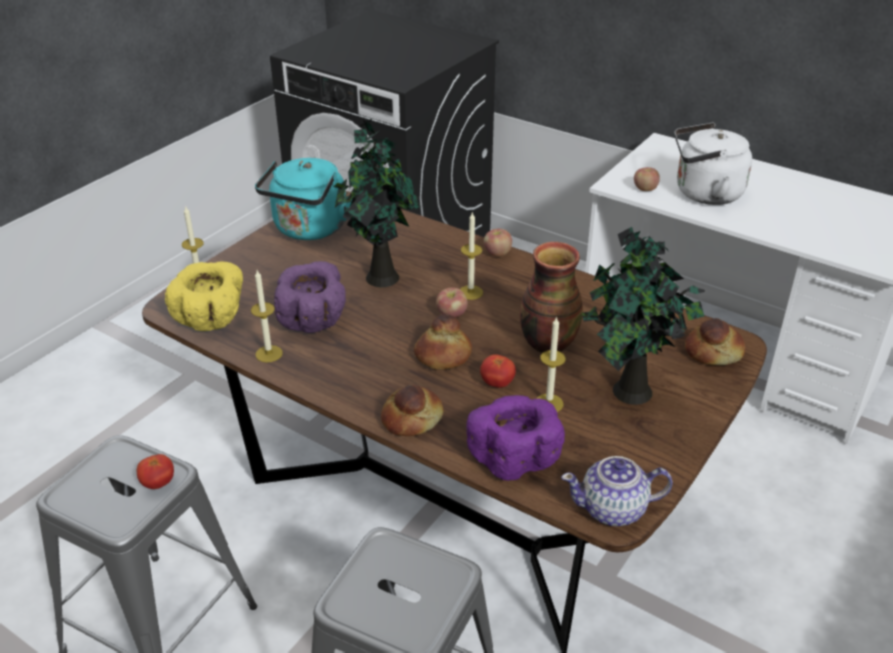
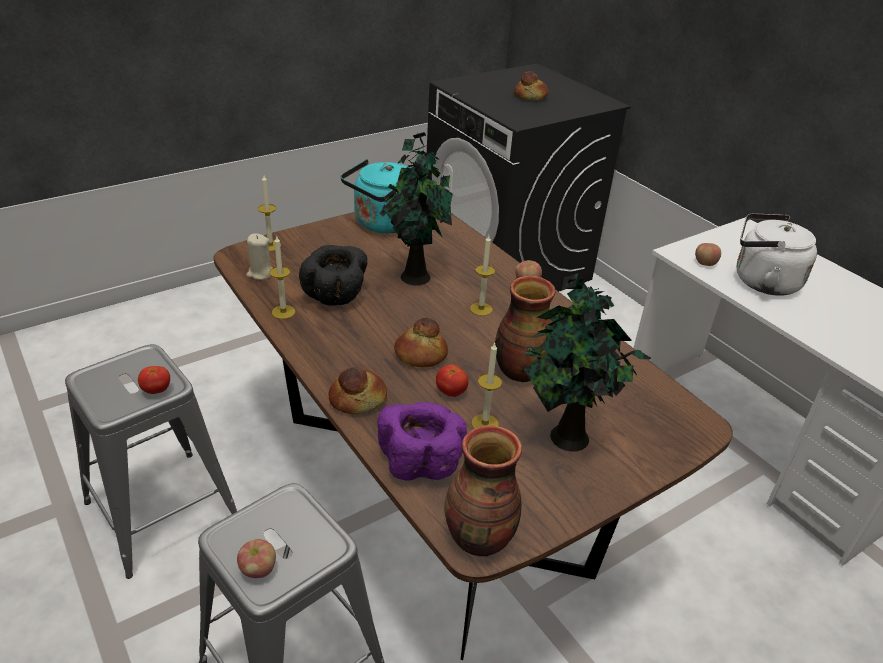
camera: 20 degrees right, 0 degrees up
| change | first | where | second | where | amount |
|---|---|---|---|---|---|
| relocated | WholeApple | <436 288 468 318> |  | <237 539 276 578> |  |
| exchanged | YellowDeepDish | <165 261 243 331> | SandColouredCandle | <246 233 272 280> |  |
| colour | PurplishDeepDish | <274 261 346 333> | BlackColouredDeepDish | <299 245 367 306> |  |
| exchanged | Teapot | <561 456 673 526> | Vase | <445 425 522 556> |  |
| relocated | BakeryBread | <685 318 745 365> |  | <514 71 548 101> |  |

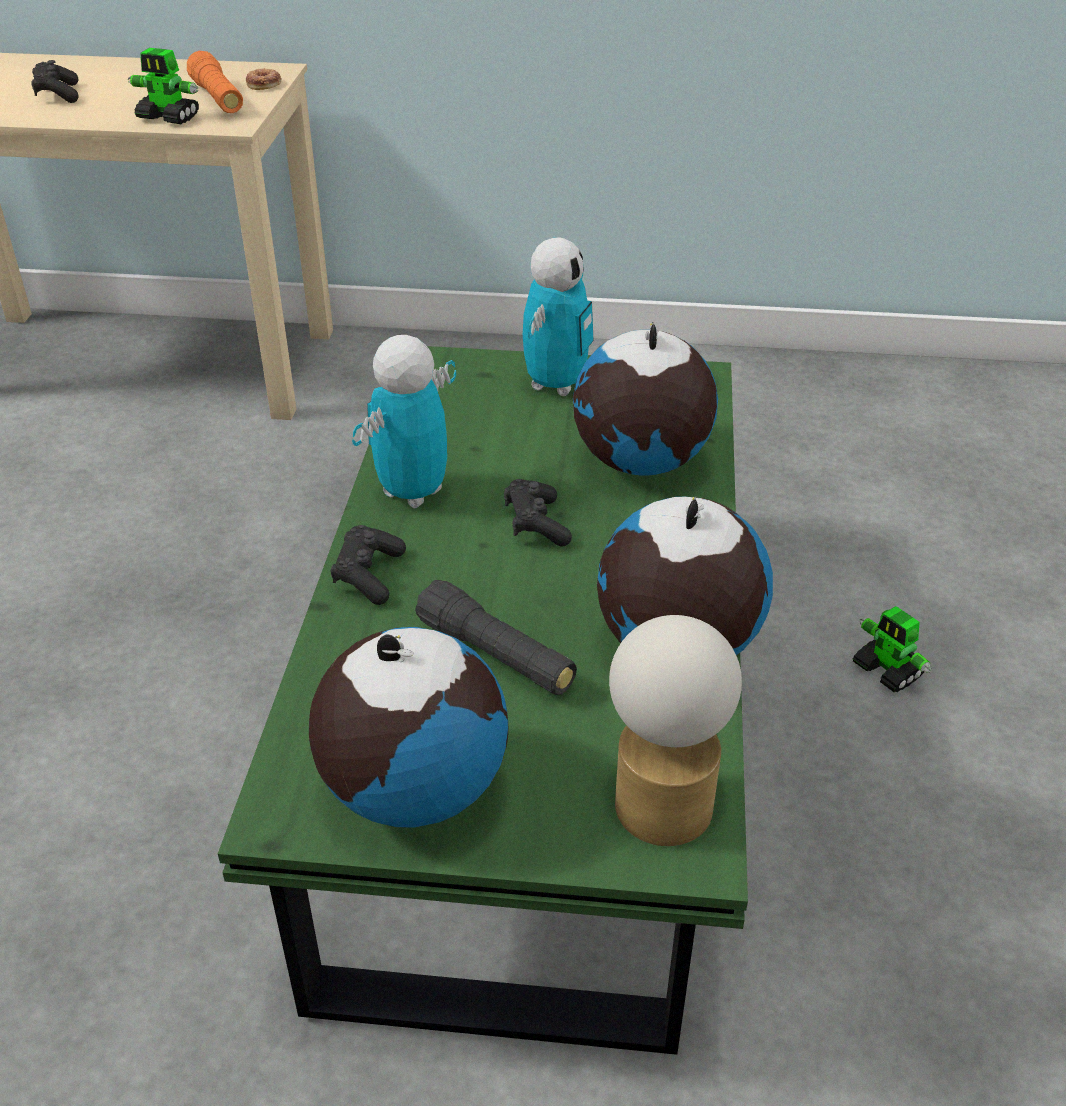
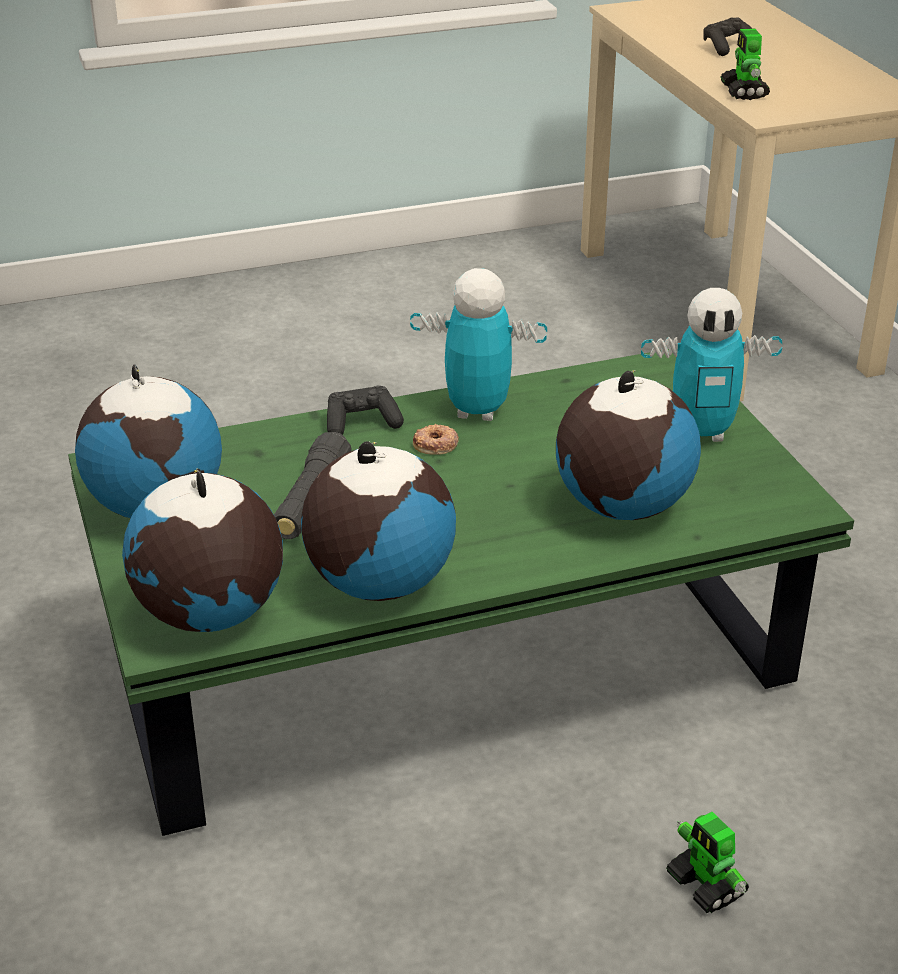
camera: 65 degrees right, 5 degrees down
| change | first | where | second | where | amount |
|---|---|---|---|---|---|
| exchanged | TabletopLamp | <609 615 742 846> | DeskGlobe | <122 468 283 632> |  |
| relocated | RingDoughnut | <246 68 282 90> |  | <413 424 459 455> |  |
| spun | ToyRobot | <853 606 931 693> |  | <666 812 749 913> | 60 degrees counterclockwise |
| missing | OrangeyTorch | <187 51 243 113> |  |  |  |
| missing | BlackColouredGameController | <504 479 572 547> |  |  |  |

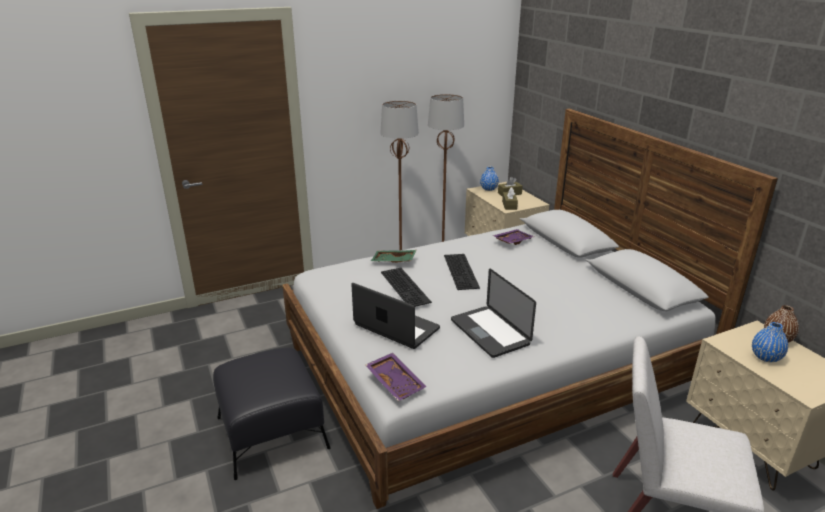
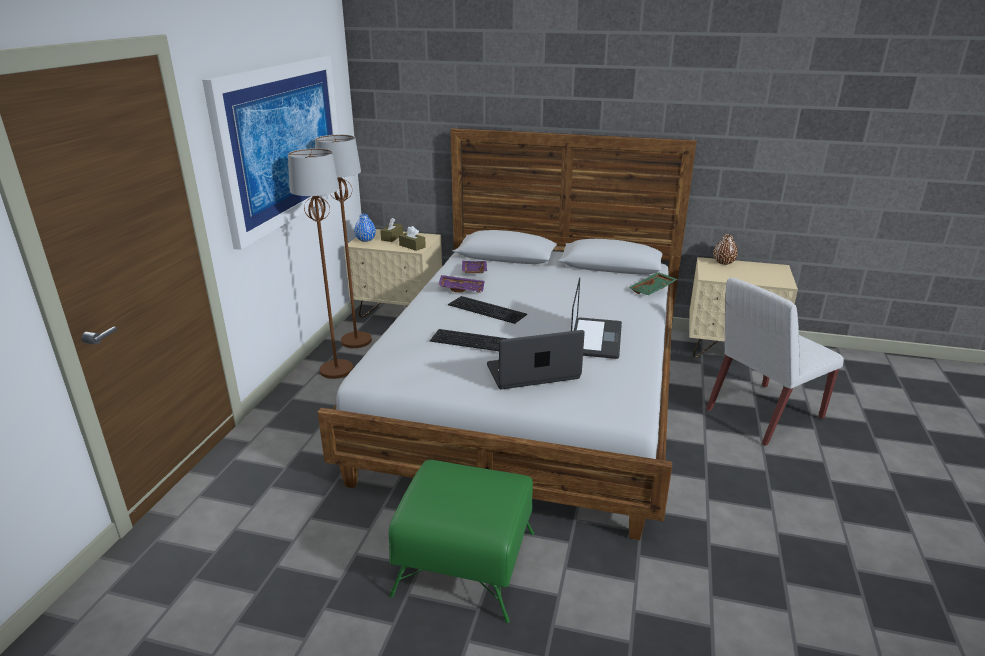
camera: 50 degrees left, 0 degrees up
| change | first | where | second | where | amount |
|---|---|---|---|---|---|
| appeared |  |  | Picture | <202 56 344 250> |  |
| colour | BlackColouredFootrest | <213 347 331 480> | GreenishFootrest | <389 460 534 623> |  |
| relocated | PurplishServingTray | <366 353 427 401> |  | <438 275 485 293> |  |
| spun | NotebookComputer | <451 268 536 358> |  | <571 278 622 359> | 90 degrees counterclockwise |
| relocated | GreenishServingTray | <371 250 417 263> |  | <628 272 678 295> |  |
| missing | BlueColouredVase | <752 322 788 362> |  |  |  |

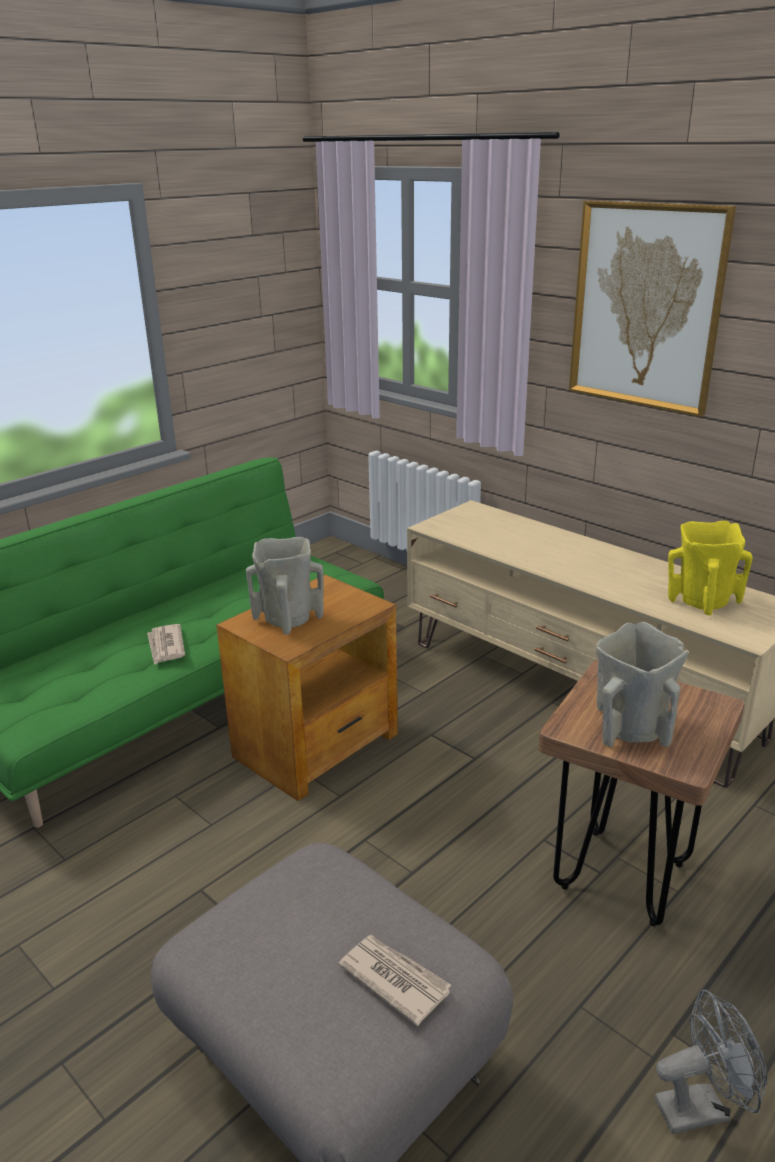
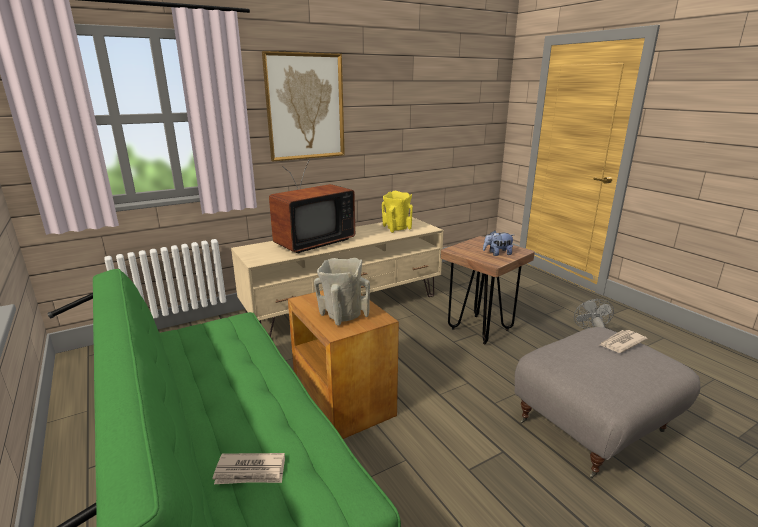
camera: 75 degrees left, 5 degrees down
| change | first | where | second | where | amount |
|---|---|---|---|---|---|
| relocated | DailyPaper | <147 624 185 665> |  | <212 453 285 484> |  |
| appeared |  |  | Television | <269 159 355 254> |  |
| exchanged | SandColouredVase | <596 622 688 747> | SoftToy | <483 230 513 256> |  |

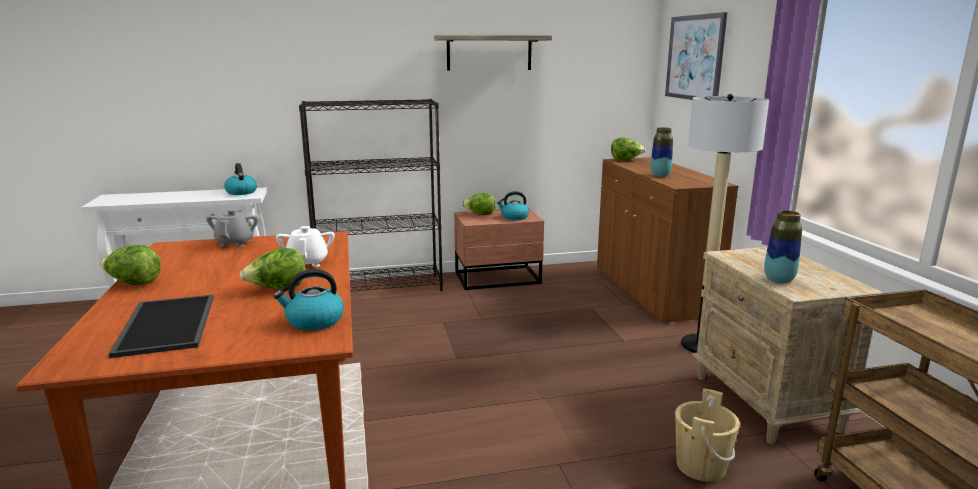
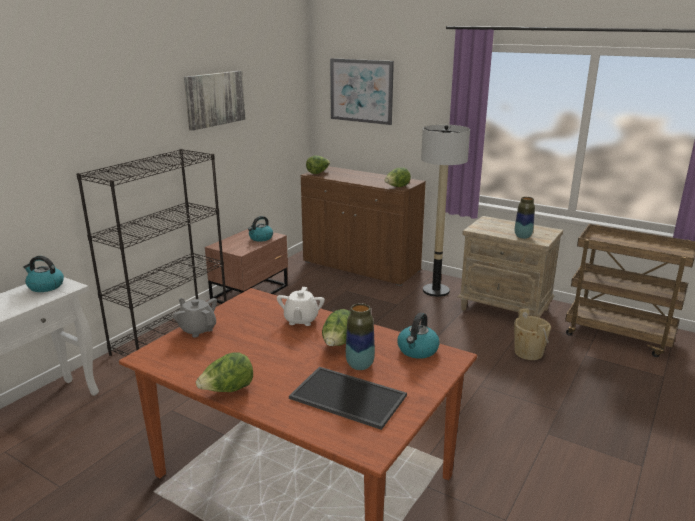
camera: 45 degrees left, 5 degrees up
| change | first | where | second | where | amount |
|---|---|---|---|---|---|
| exchanged | Shelf | <434 35 552 71> | Picture | <184 71 246 131> |  |
| spun | WhiteTeapot | <276 226 335 267> |  | <277 287 325 326> | 120 degrees counterclockwise |
| relocated | Vase | <650 127 673 177> |  | <346 303 375 370> |  |
| relocated | LettuceHead | <462 193 496 215> |  | <384 167 411 187> |  |

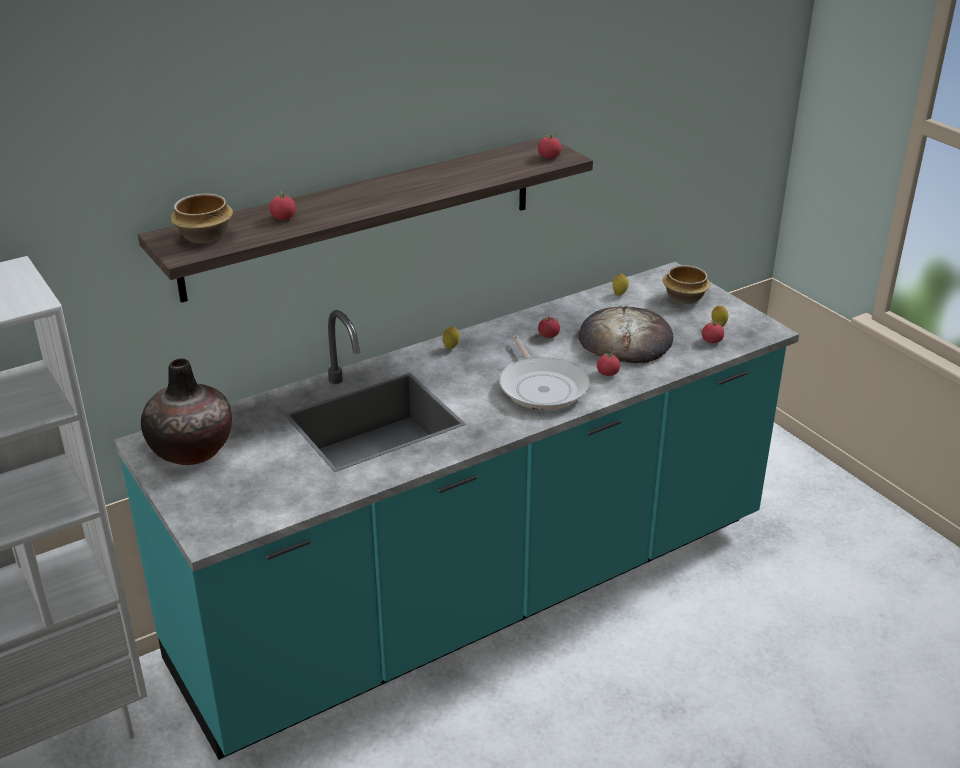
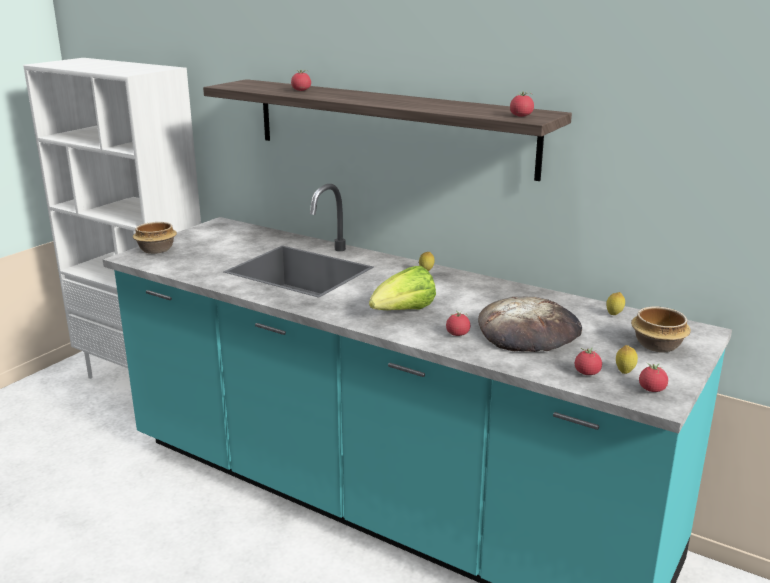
camera: 65 degrees right, 10 degrees down
| change | first | where | second | where | amount |
|---|---|---|---|---|---|
| relocated | DeepDish | <170 194 233 243> |  | <133 222 177 254> |  |
| exchanged | Pan | <499 335 590 410> | LettuceHead | <369 266 436 310> |  |
| relocated | Tomato | <538 314 560 338> |  | <639 363 668 392> |  |
| missing | Vase | <141 359 232 465> |  |  |  |

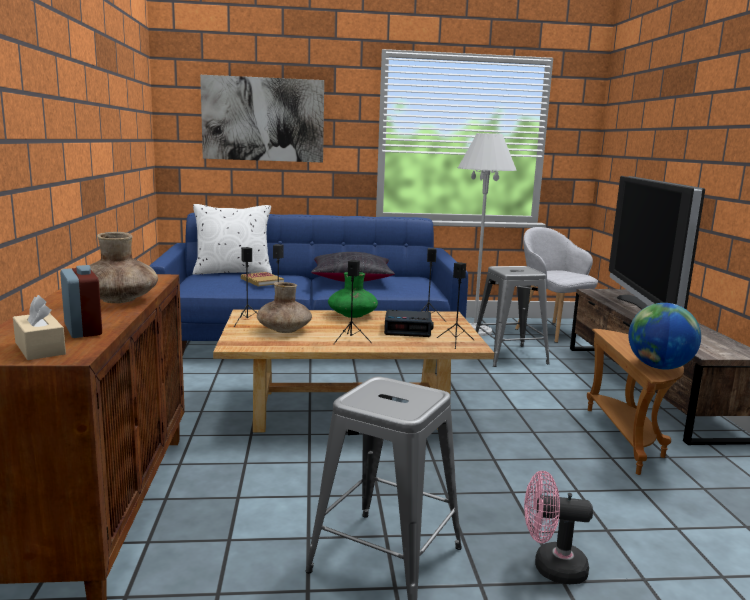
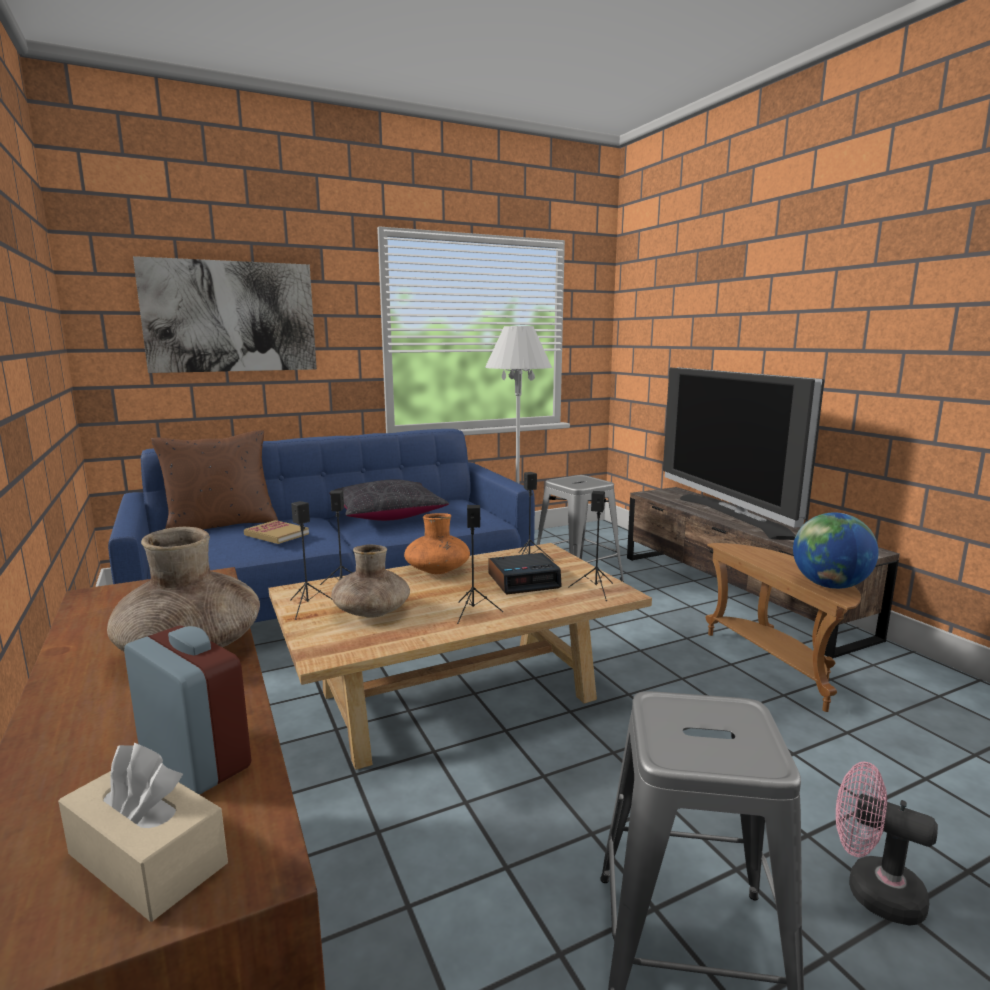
camera: 20 degrees left, 0 degrees up
| change | first | where | second | where | amount |
|---|---|---|---|---|---|
| colour | WhiteCushion | <193 204 272 274> | BrownColouredCushion | <151 430 278 530> |  |
| colour | GreenishVase | <328 272 378 318> | OrangeyVase | <404 513 470 574> |  |
| spun | PinkCoolingFan | <524 471 593 584> |  | <836 761 938 926> | 45 degrees clockwise |
| missing | GrayEasyChair | <515 227 598 343> |  |  |  |

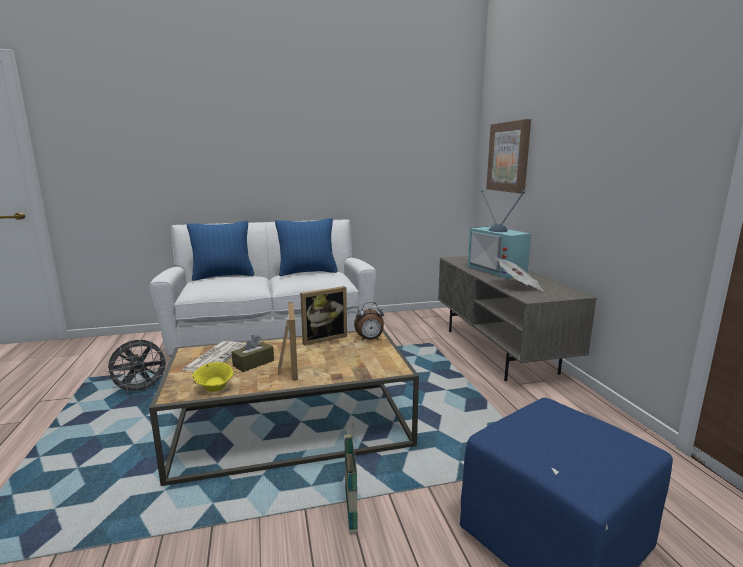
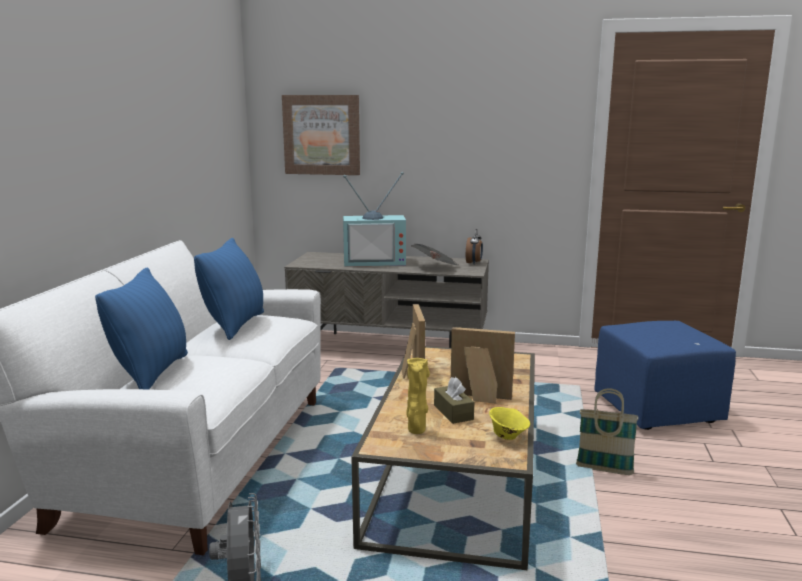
camera: 65 degrees left, 0 degrees up
| change | first | where | second | where | amount |
|---|---|---|---|---|---|
| exchanged | DailyPaper | <182 341 246 371> | YellowVase | <406 358 430 434> |  |
| relocated | TableClock | <354 302 384 341> |  | <466 229 483 264> |  |

